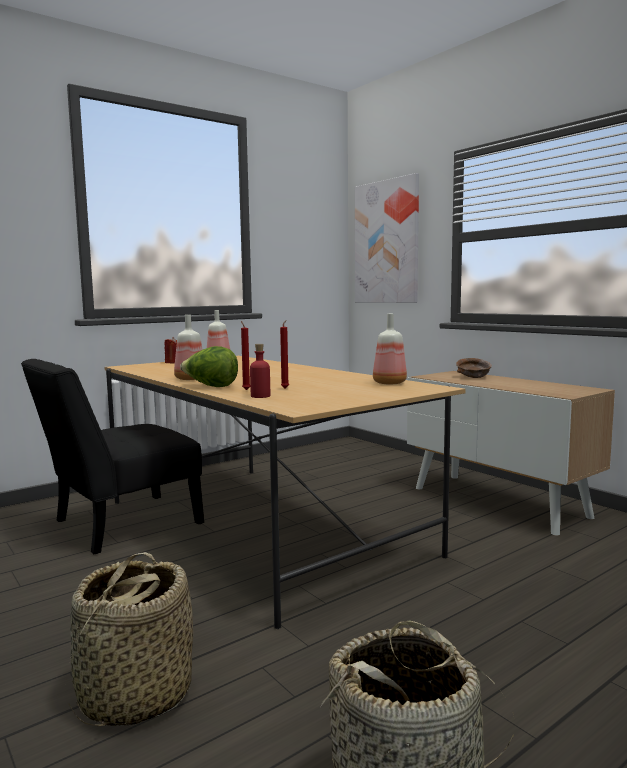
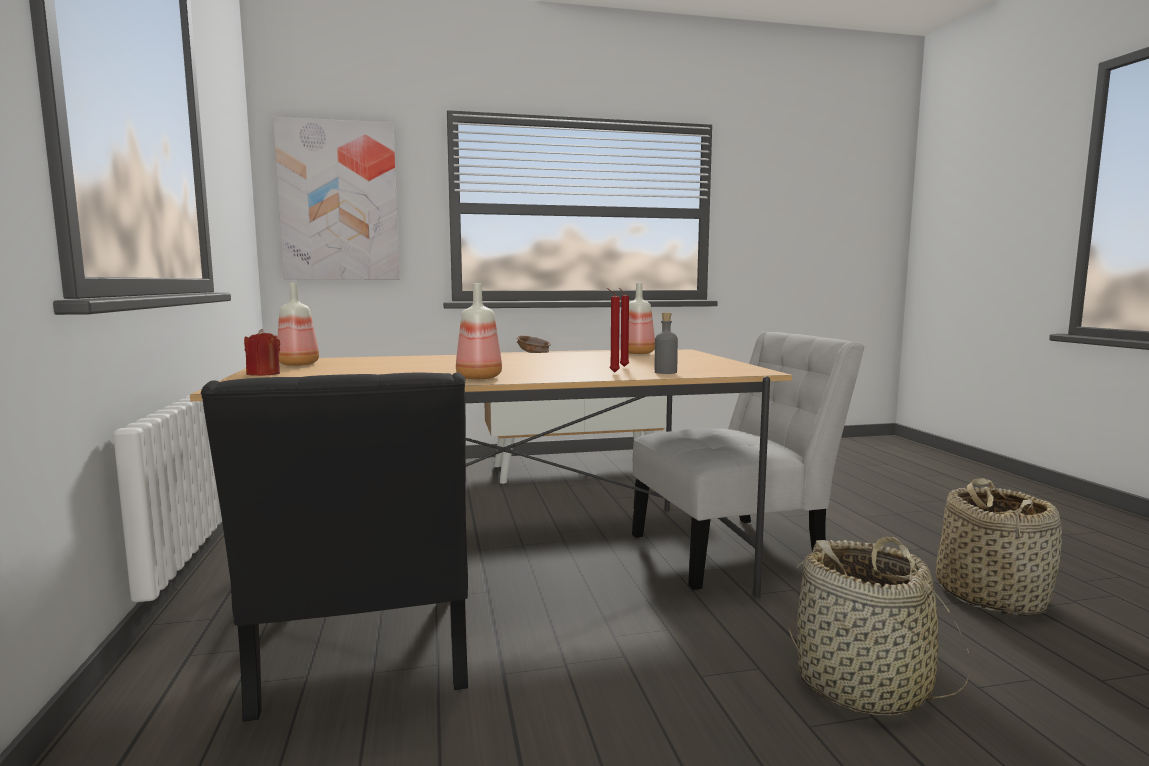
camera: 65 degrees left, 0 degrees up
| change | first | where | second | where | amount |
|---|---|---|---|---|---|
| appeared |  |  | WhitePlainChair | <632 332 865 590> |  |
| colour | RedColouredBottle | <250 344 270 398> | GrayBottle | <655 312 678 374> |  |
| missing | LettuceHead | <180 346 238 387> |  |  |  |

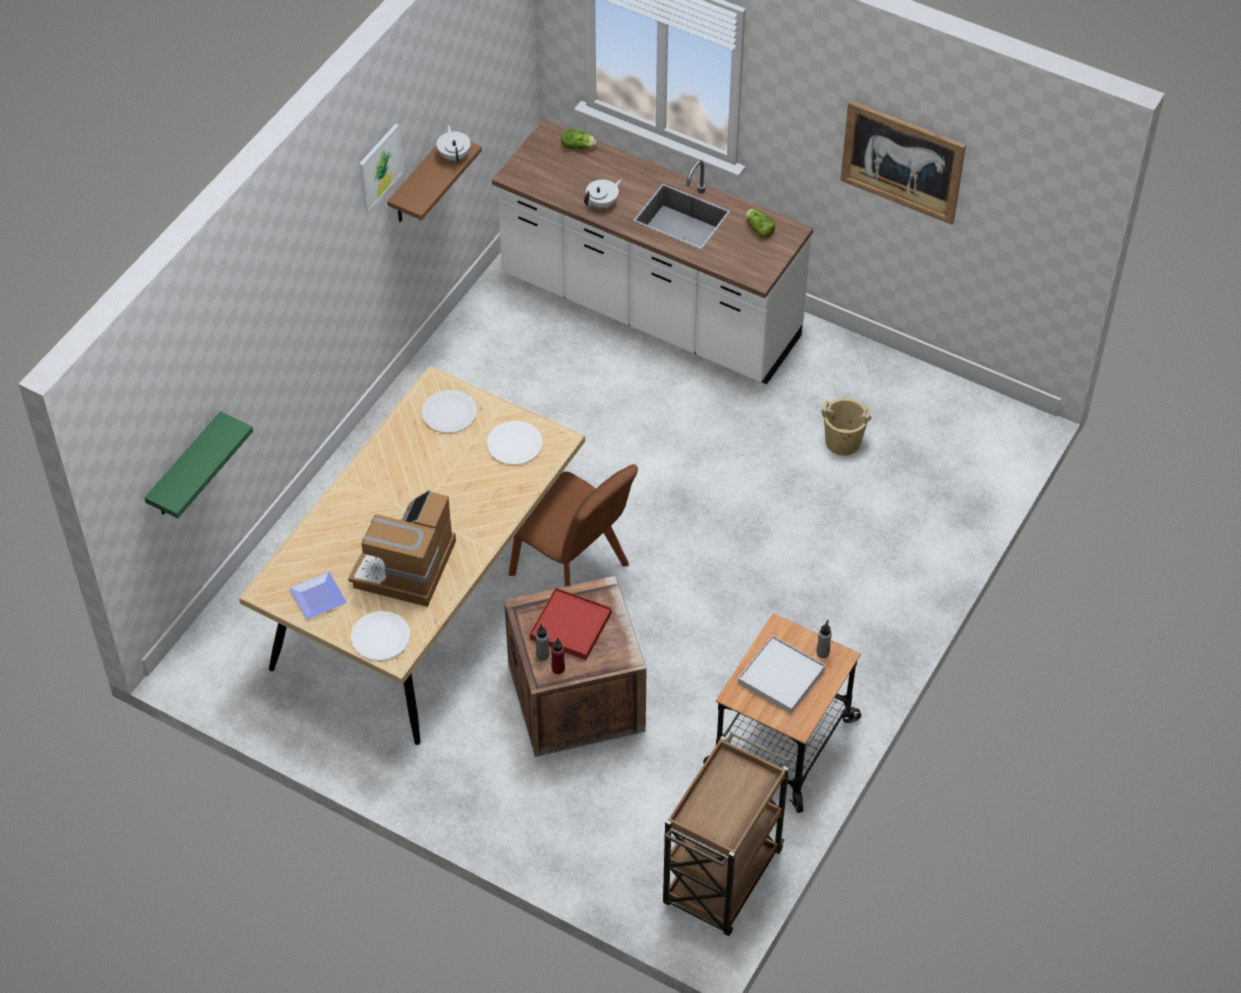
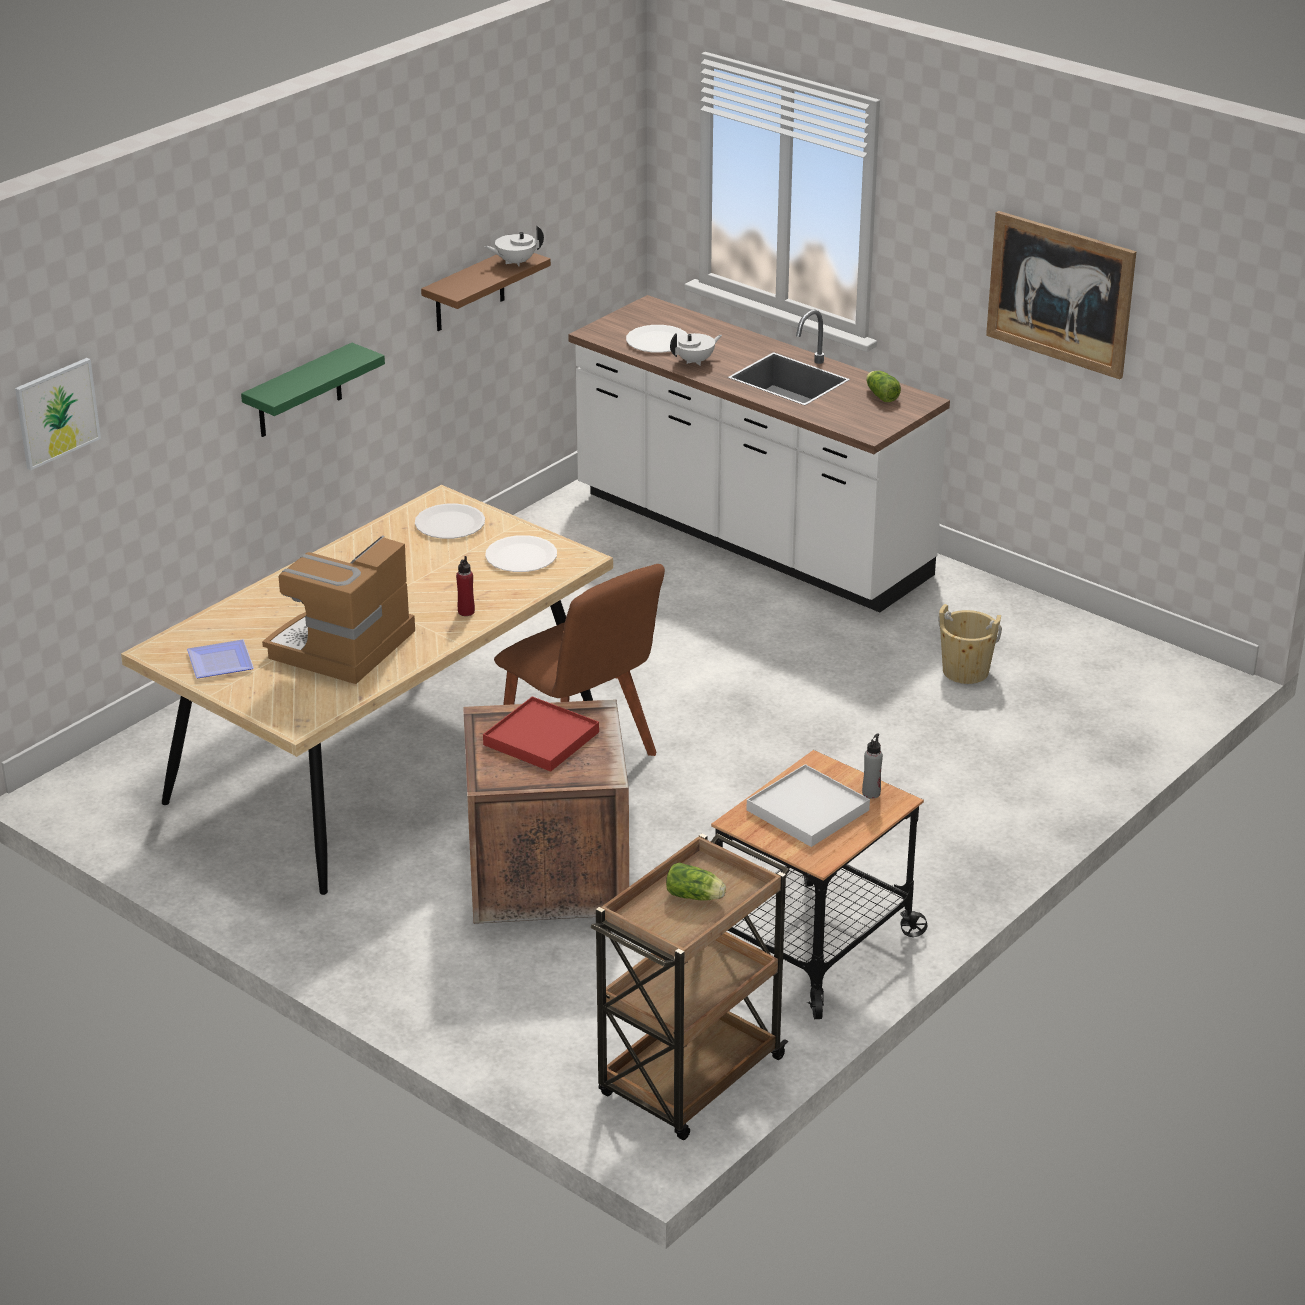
camera: 10 degrees right, 20 degrees down
| change | first | where | second | where | amount |
|---|---|---|---|---|---|
| relocated | Picture | <359 124 404 212> |  | <15 358 101 470> |  |
| relocated | GreenishShelf | <145 411 253 518> |  | <241 343 385 437> |  |
| relocated | RedColouredBottle | <551 638 565 674> |  | <456 556 475 616> |  |
| spun | WhiteTeapot | <436 125 471 163> |  | <484 226 544 266> | 105 degrees counterclockwise |
| relocated | WhiteDinnerPlate | <351 611 410 661> |  | <626 325 687 353> |  |
| relocated | LettuceHead | <561 129 597 150> |  | <666 862 726 901> |  |
| missing | GrayBottle | <535 624 550 661> |  |  |  |

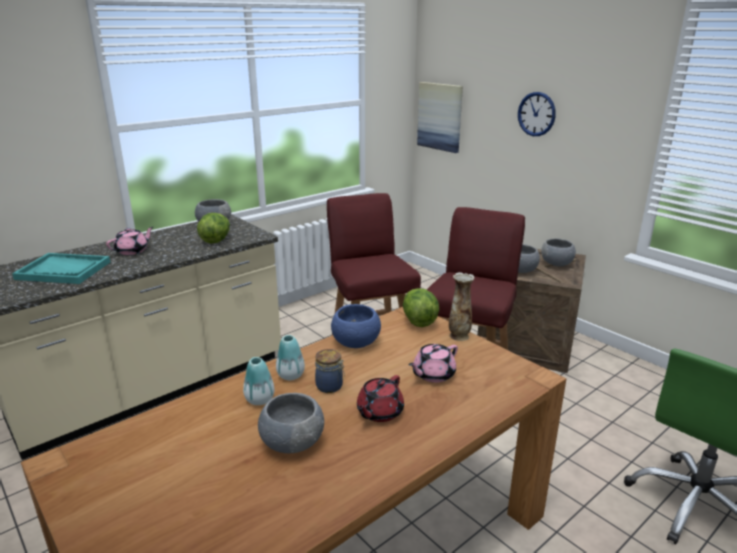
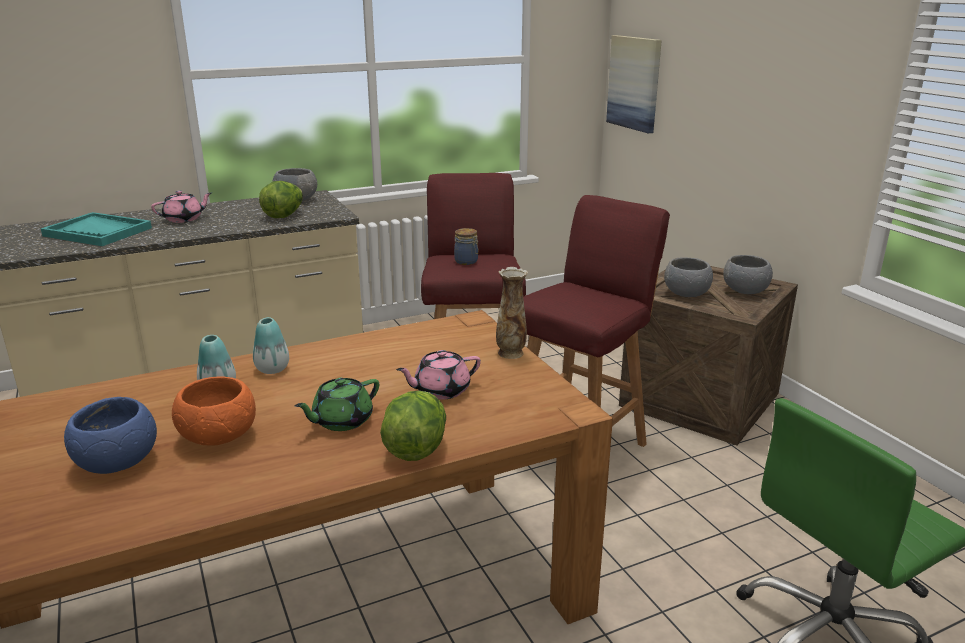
camera: 15 degrees right, 0 degrees up
| change | first | where | second | where | amount |
|---|---|---|---|---|---|
| relocated | BlueColouredDeepDish | <331 304 381 348> |  | <64 397 157 474> |  |
| colour | GrayDeepDish | <258 393 324 454> | OrangeyDeepDish | <172 377 256 446> |  |
| colour | RedColouredTeapot | <357 375 404 422> | GreenishTeapot | <294 378 379 431> |  |
| relocated | LettuceHead | <403 288 439 327> |  | <380 391 446 461> |  |
| relocated | PreserveJar | <315 349 345 393> |  | <454 228 479 265> |  |
| missing | HangingClock | <518 92 556 136> |  |  |  |

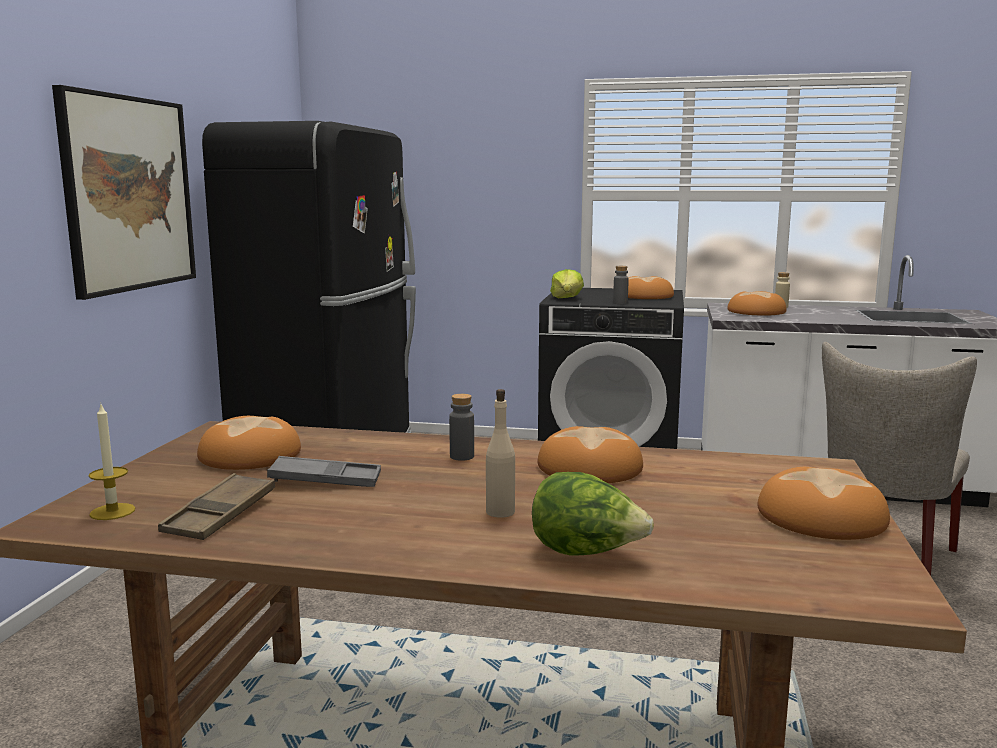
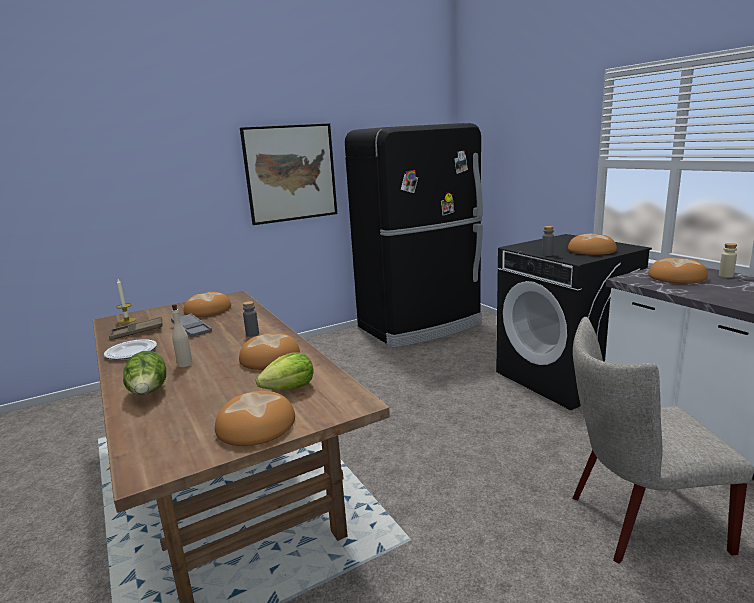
camera: 50 degrees right, 5 degrees up
| change | first | where | second | where | amount |
|---|---|---|---|---|---|
| appeared |  |  | DinnerPlate | <104 339 157 359> |  |
| relocated | LettuceHead | <550 269 584 298> |  | <256 352 313 390> |  |

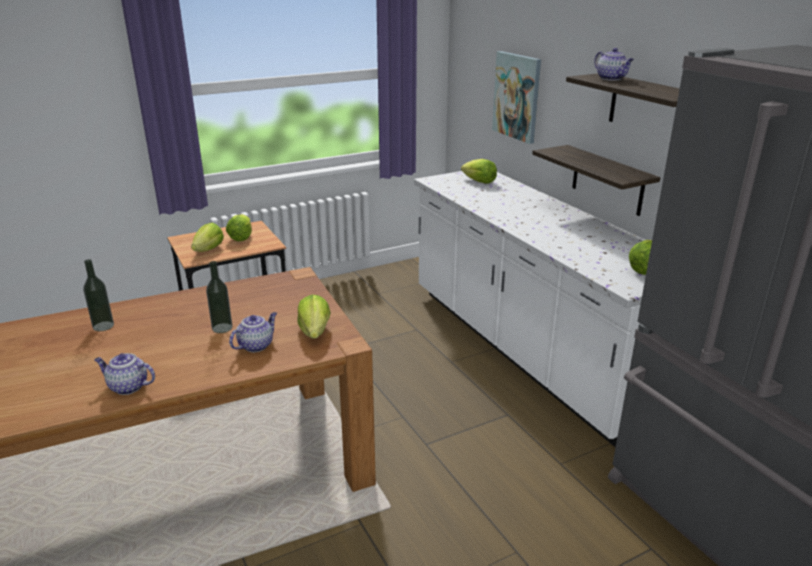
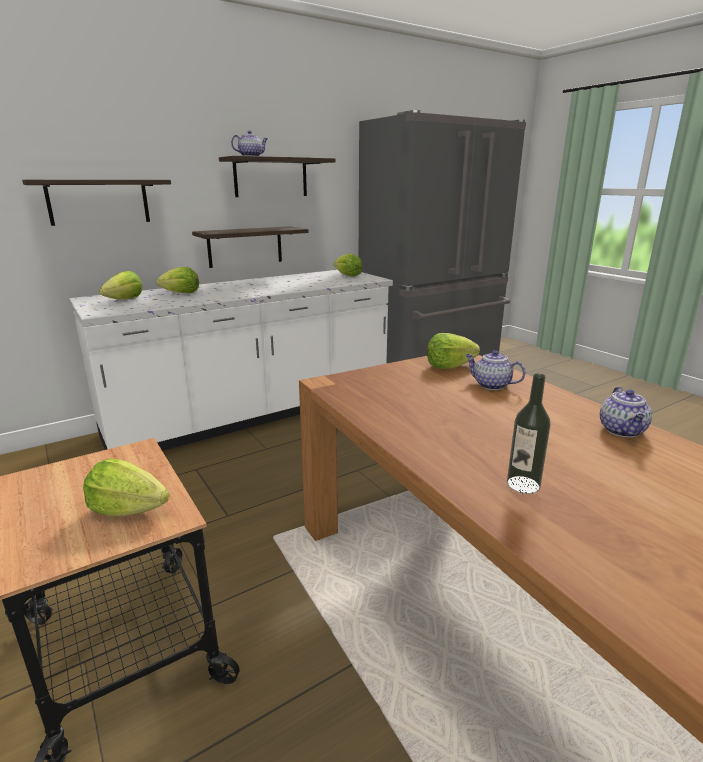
camera: 95 degrees left, 5 degrees down
| change | first | where | second | where | amount |
|---|---|---|---|---|---|
| exchanged | Picture | <492 51 541 144> | Shelf | <22 180 171 226> |  |
| relocated | LettuceHead | <226 214 252 241> |  | <156 267 199 293> |  |
| missing | Bottle | <206 261 232 333> |  |  |  |

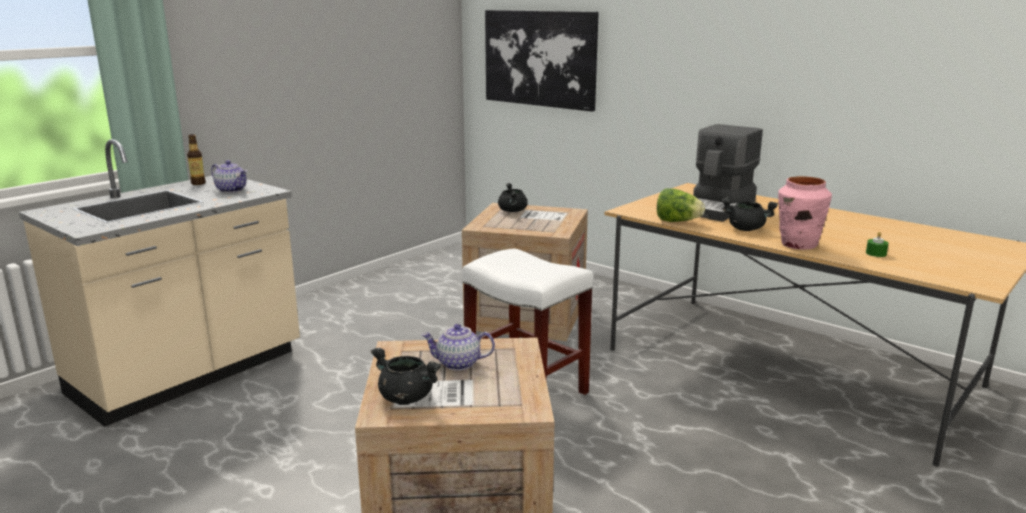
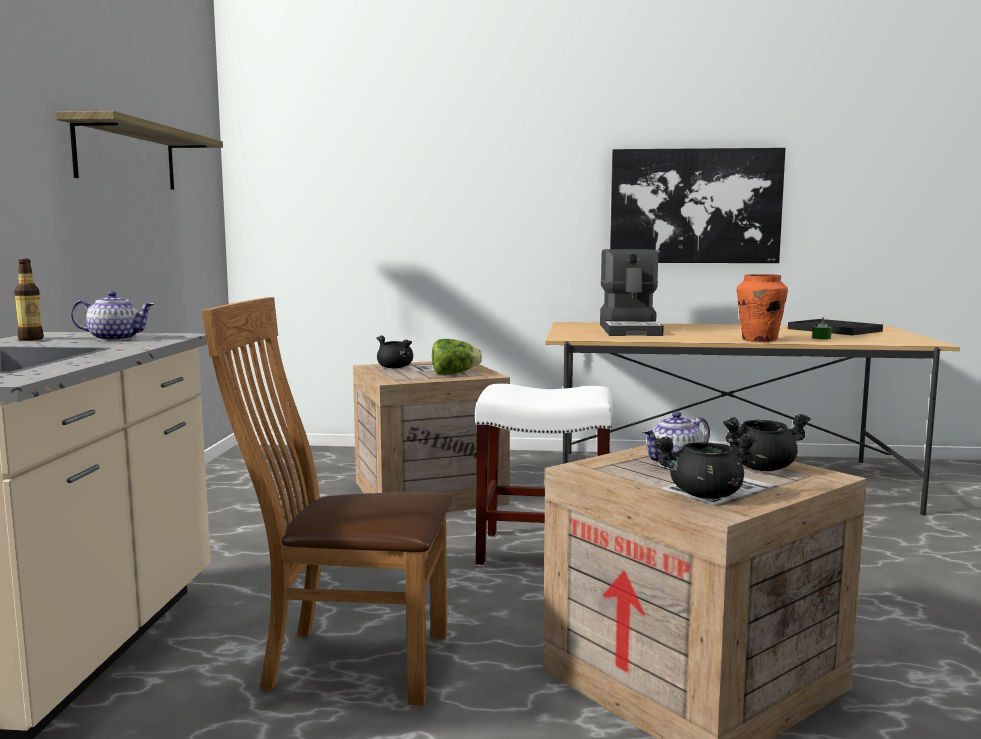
camera: 35 degrees left, 10 degrees down
| change | first | where | second | where | amount |
|---|---|---|---|---|---|
| appeared |  |  | Shelf | <56 111 223 190> |  |
| appeared |  |  | BrownColouredPlainChair | <201 297 452 706> |  |
| relocated | LettuceHead | <657 188 705 222> |  | <432 339 482 375> |  |
| relocated | Picture | <485 10 599 112> |  | <610 148 786 263> |  |
| relocated | BlackColouredCookingPot | <722 197 778 231> |  | <723 414 811 471> |  |
| colour | PinkVase | <778 176 832 249> | OrangeyVase | <736 274 788 342> |  |
| appeared |  |  | BlackColouredServingTray | <788 319 883 335> |  |

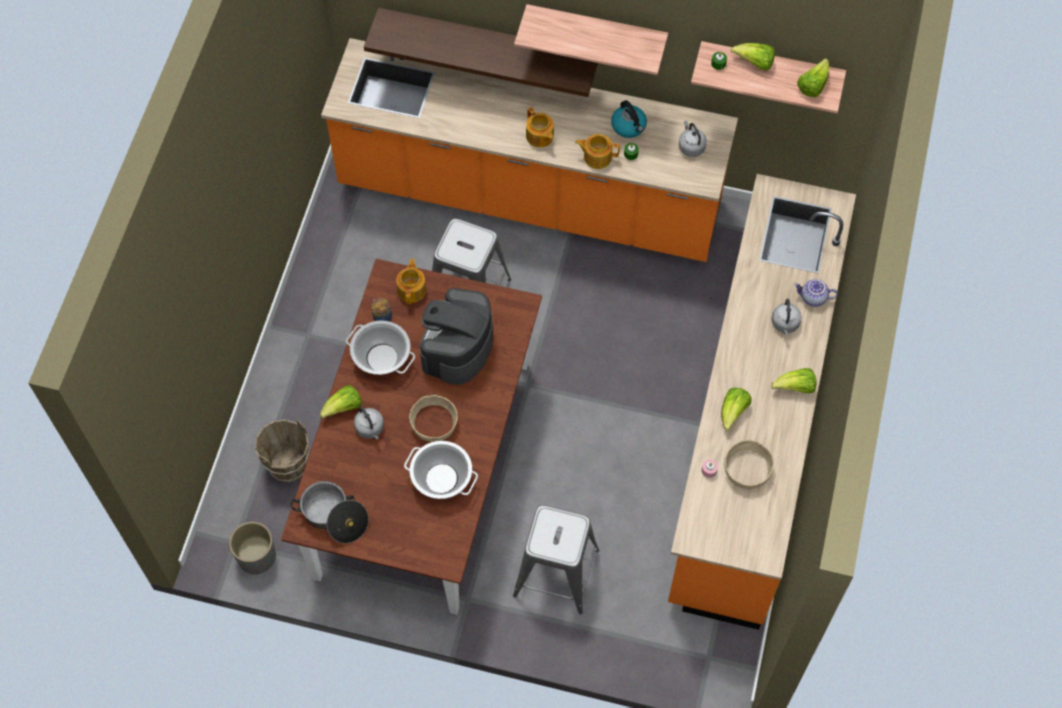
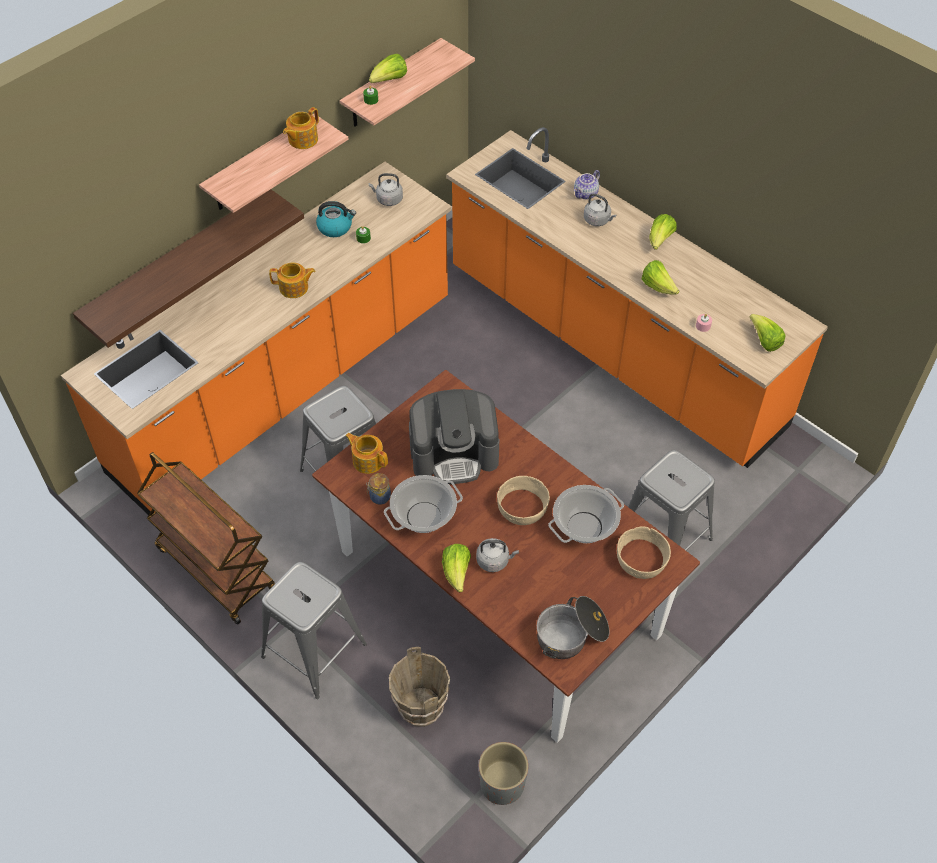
camera: 60 degrees left, 10 degrees down
| change | first | where | second | where | amount |
|---|---|---|---|---|---|
| appeared |  |  | BrownColouredTrolley | <137 452 275 625> |  |
| appeared |  |  | GrayStoolSeat | <261 562 367 699> |  |
| relocated | Teapot | <575 134 620 169> |  | <283 107 319 149> |  |
| spun | CoffeeMaker | <420 288 493 385> |  | <409 389 499 484> | 60 degrees counterclockwise |
| relocated | SandColouredDeepDish | <724 440 774 489> |  | <617 526 671 579> |  |
| relocated | LettuceHead | <797 58 829 98> |  | <750 314 786 352> |  |

